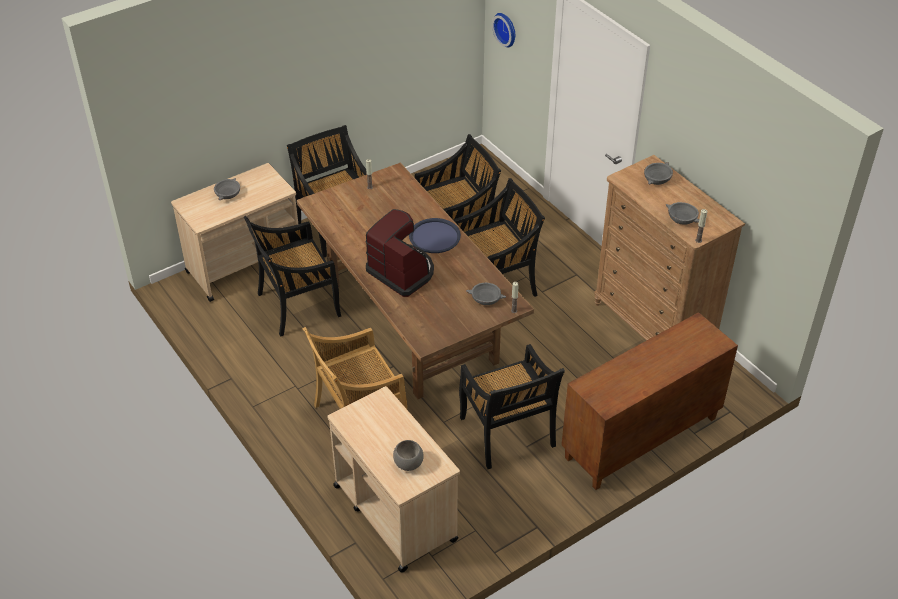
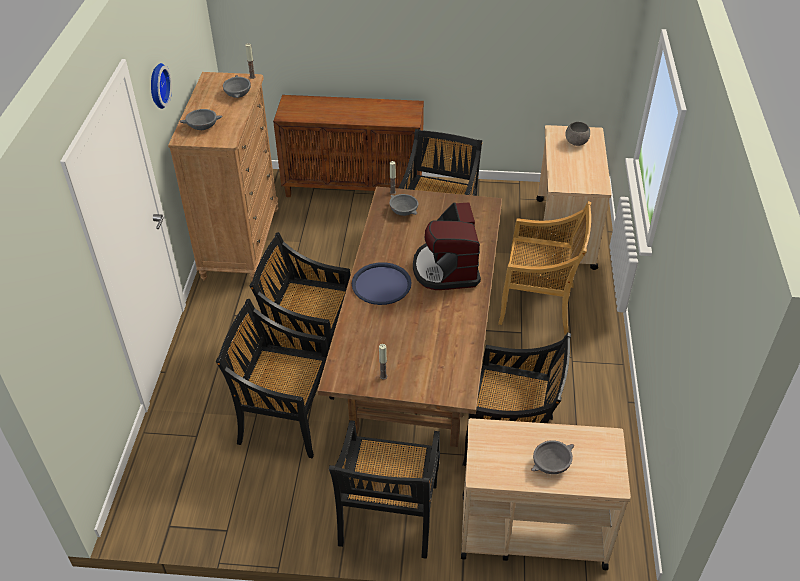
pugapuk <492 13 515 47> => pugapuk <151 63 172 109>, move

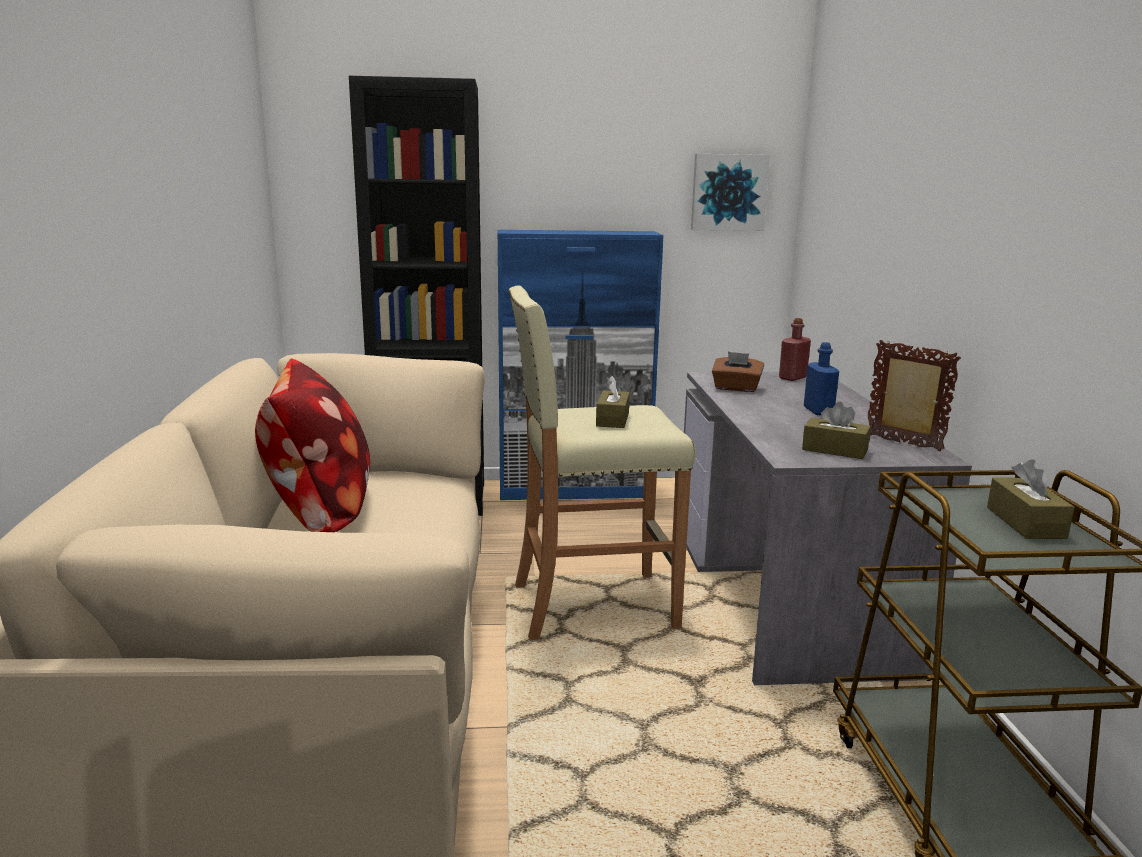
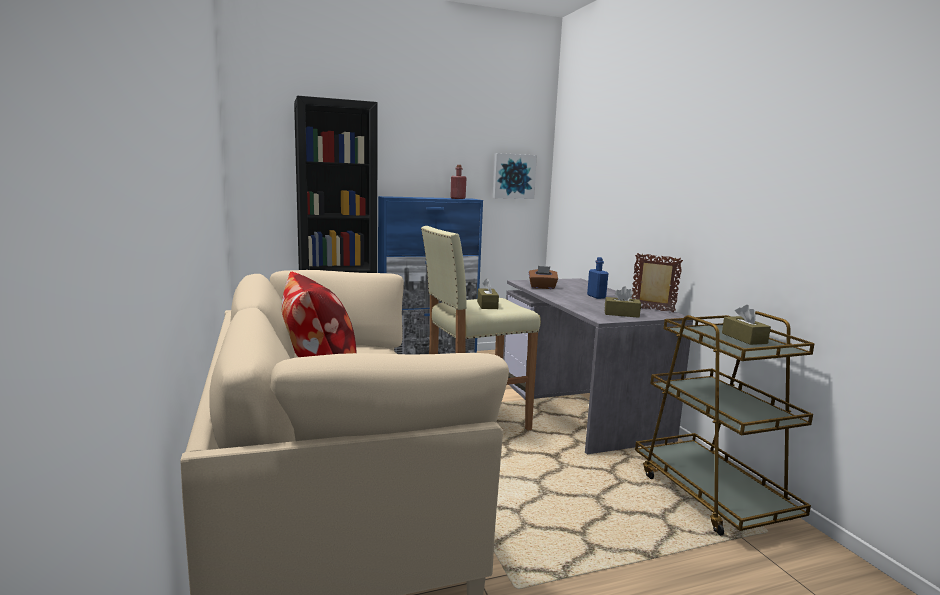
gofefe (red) <779 318 811 381> => gofefe (red) <451 165 466 199>, move

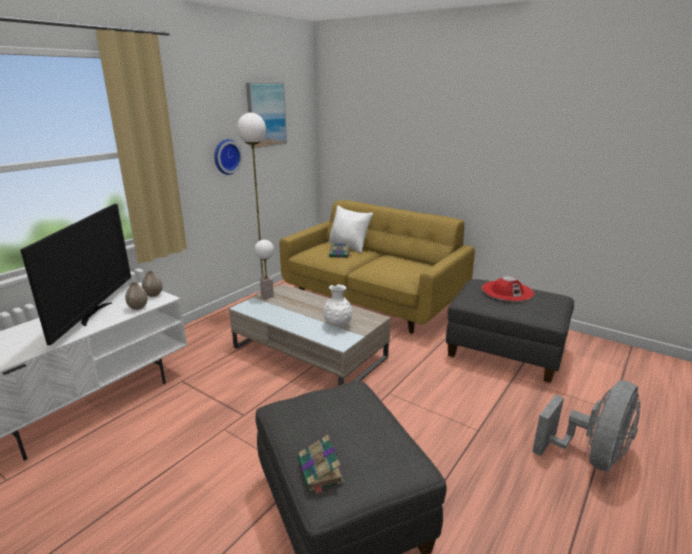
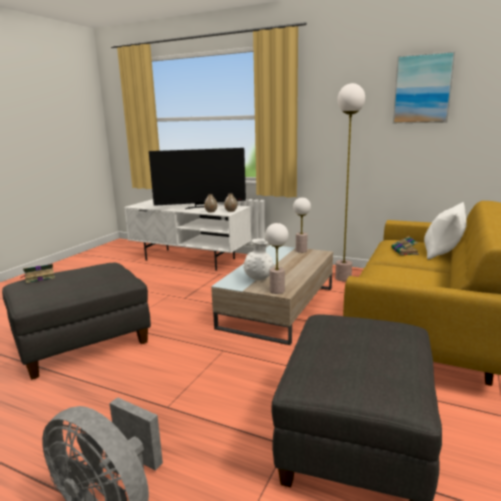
pugapuk <214 139 243 175> => nothing
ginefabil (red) <482 276 534 301> => nothing
nothing => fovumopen <265 223 289 294>

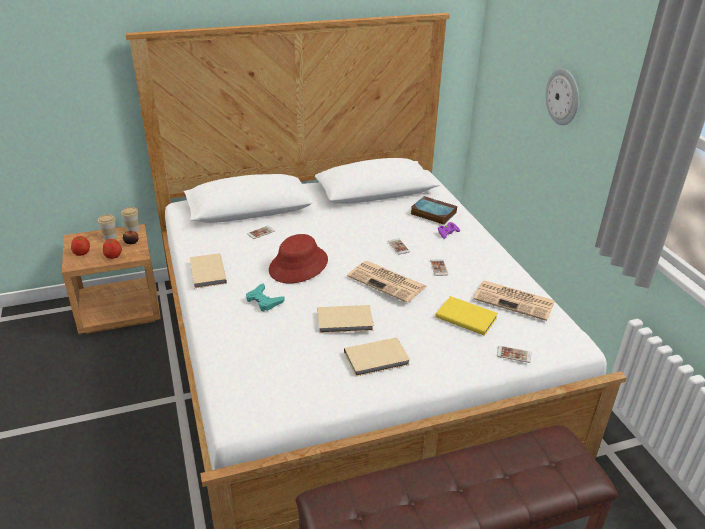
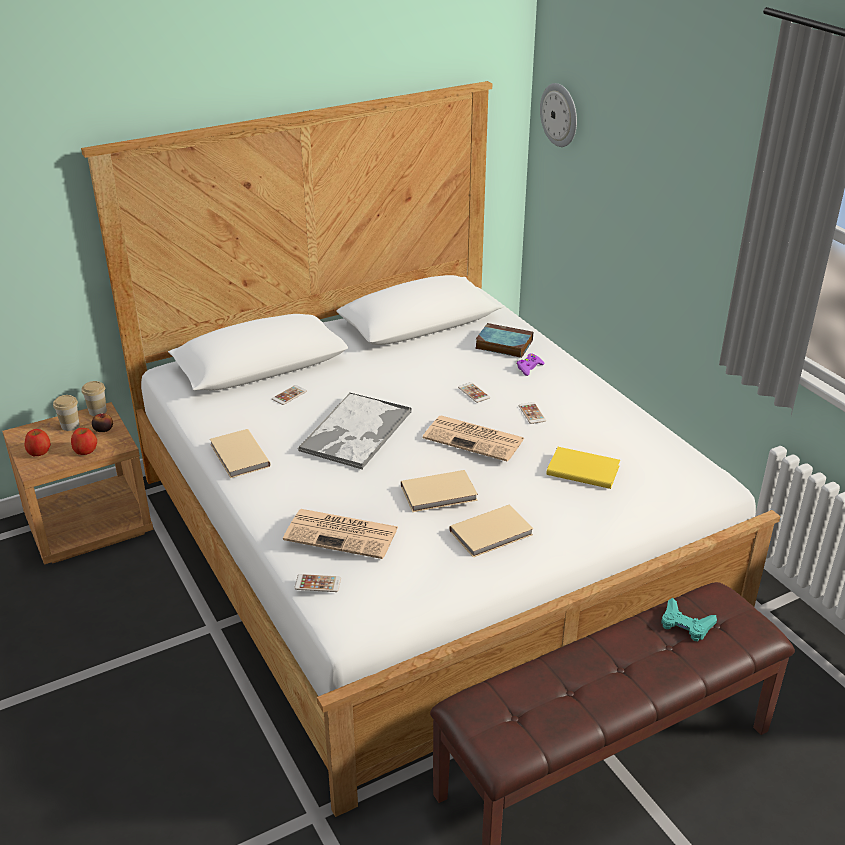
pugapuk <546 69 579 125> => pugapuk <540 83 577 147>, move
ginefabil (red) <269 234 328 283> => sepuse <298 392 411 470>
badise <473 281 555 321> => badise <283 509 398 559>, move
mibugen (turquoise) <246 284 285 311> => mibugen (turquoise) <661 598 717 641>, move
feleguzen <497 346 531 363> => feleguzen <294 574 341 592>, move

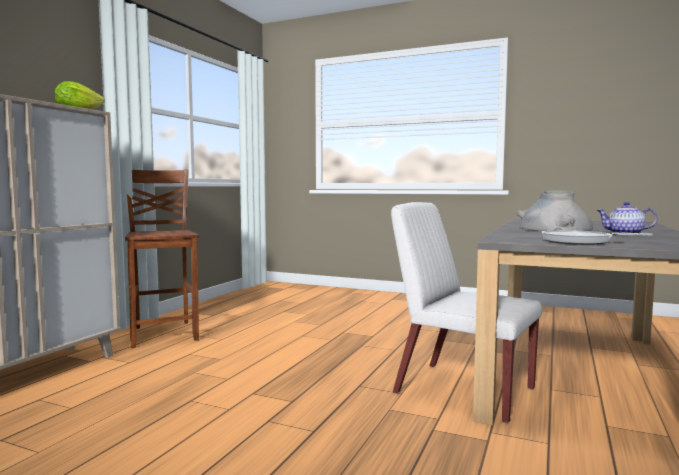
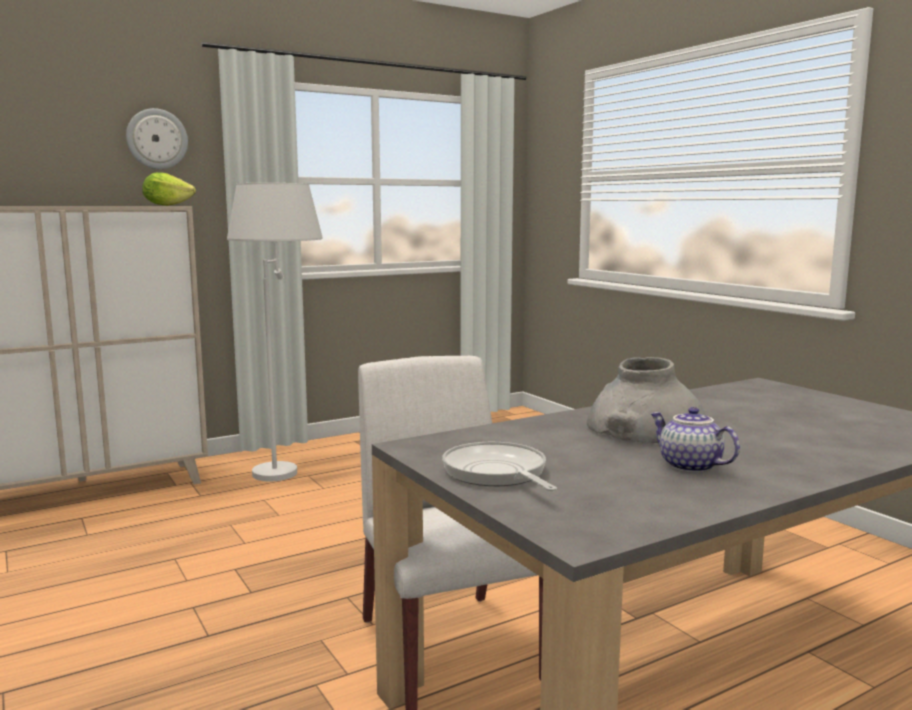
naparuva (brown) <125 169 199 348> => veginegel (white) <227 183 323 481>
nothing => pugapuk <126 108 188 169>

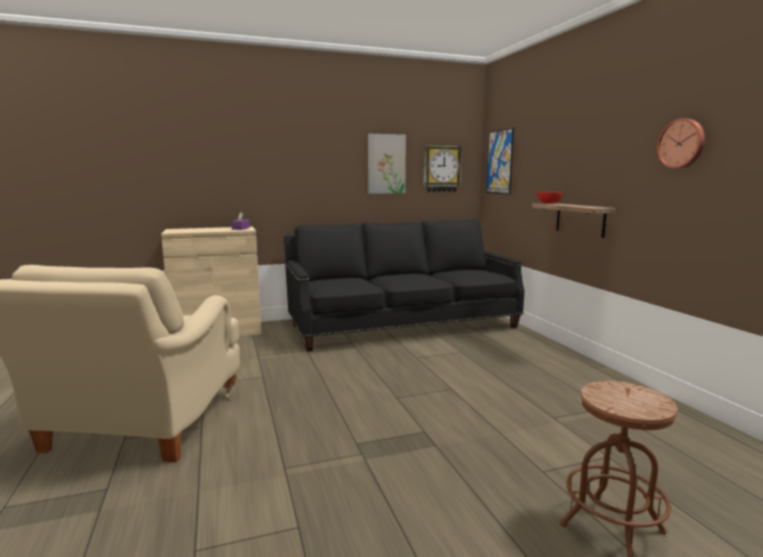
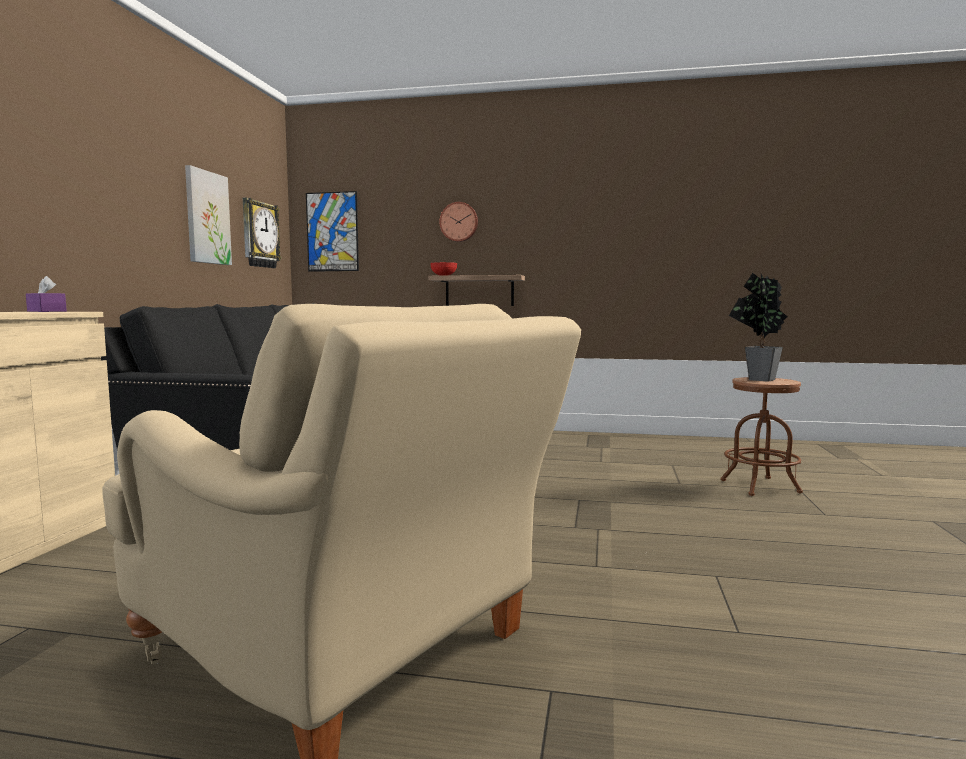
pugapuk <657 118 705 169> => pugapuk <439 202 478 242>, move
nothing => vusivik <729 273 787 382>

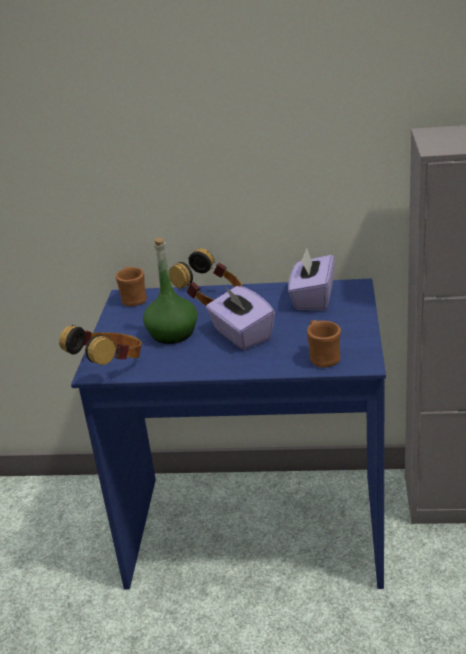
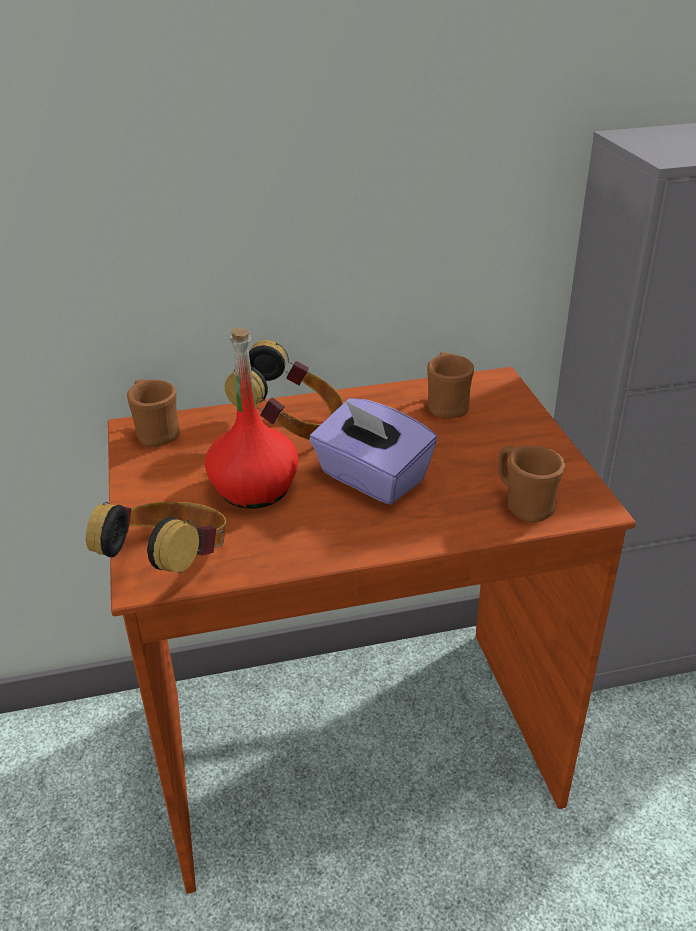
gofefe (green) <143 238 198 344> => gofefe (red) <205 328 298 509>
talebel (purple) <288 248 334 310> => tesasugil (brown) <427 352 474 418>
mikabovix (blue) <71 279 386 590> => mikabovix (brown) <108 367 636 894>

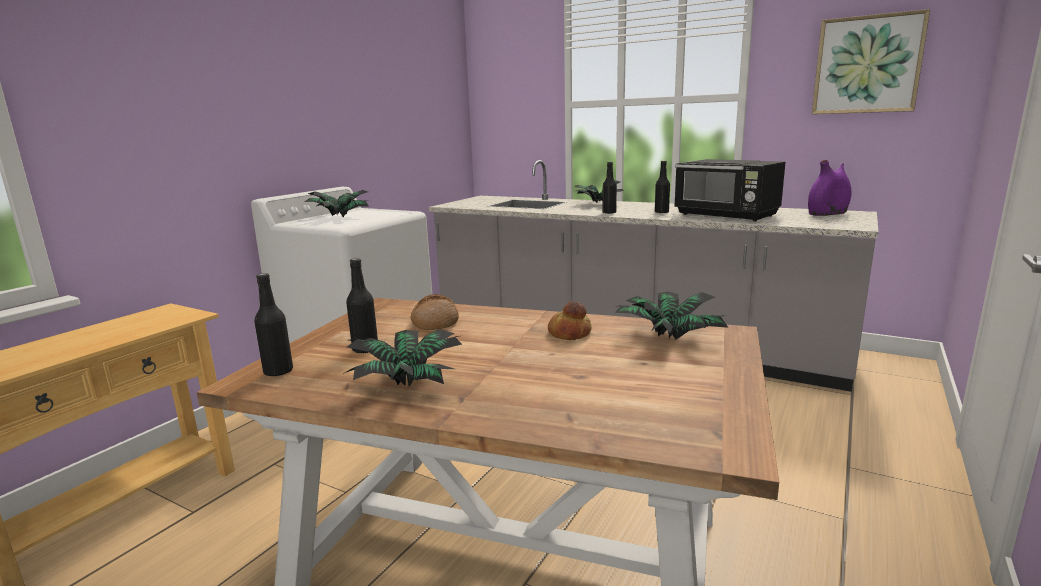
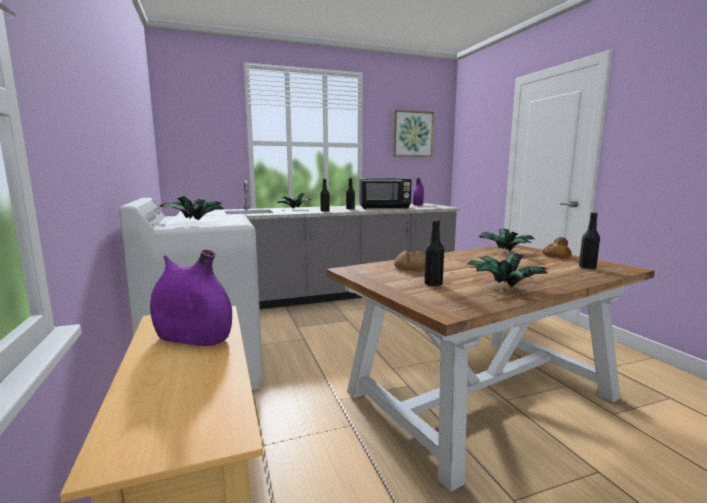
gofefe (black) <254 273 293 377> => gofefe (black) <579 212 600 269>, move
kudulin <548 301 592 340> => kudulin <543 237 572 258>, move
nothing => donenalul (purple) <150 249 232 346>

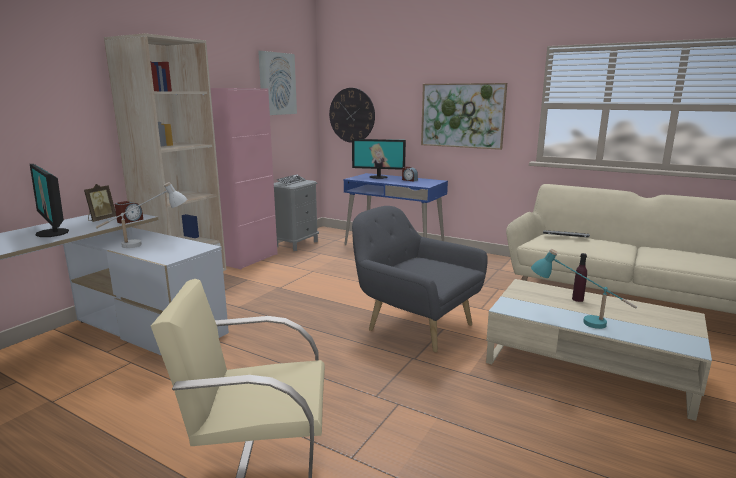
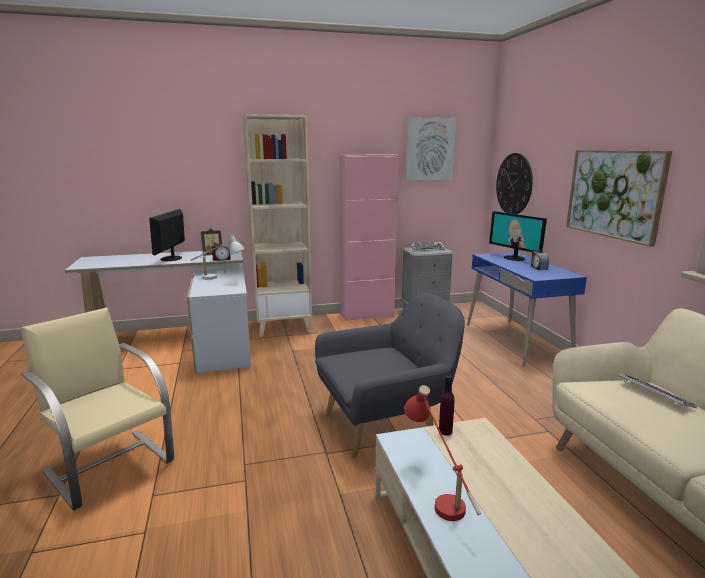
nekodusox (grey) <352 206 488 352> => nekodusox (grey) <315 293 465 458>, 75 degrees clockwise
fovumopen (turquoise) <531 249 637 329> => fovumopen (red) <404 385 481 521>
gofefe (purple) <572 253 587 302> => gofefe (purple) <439 375 454 435>, move

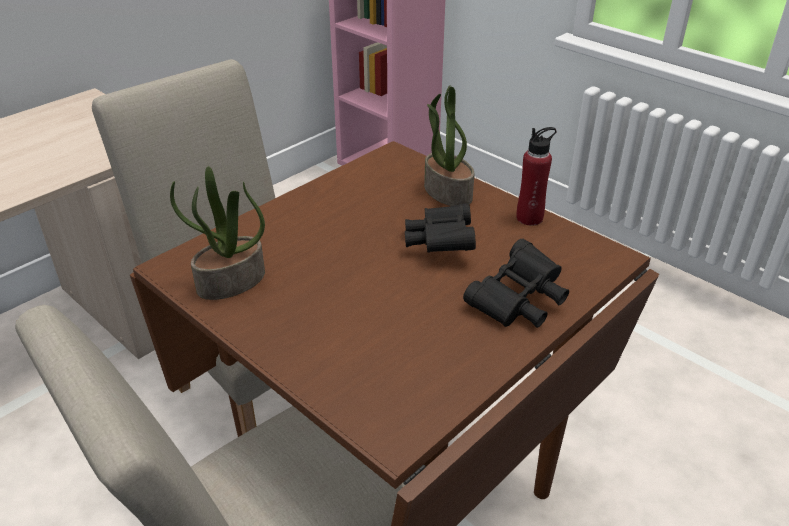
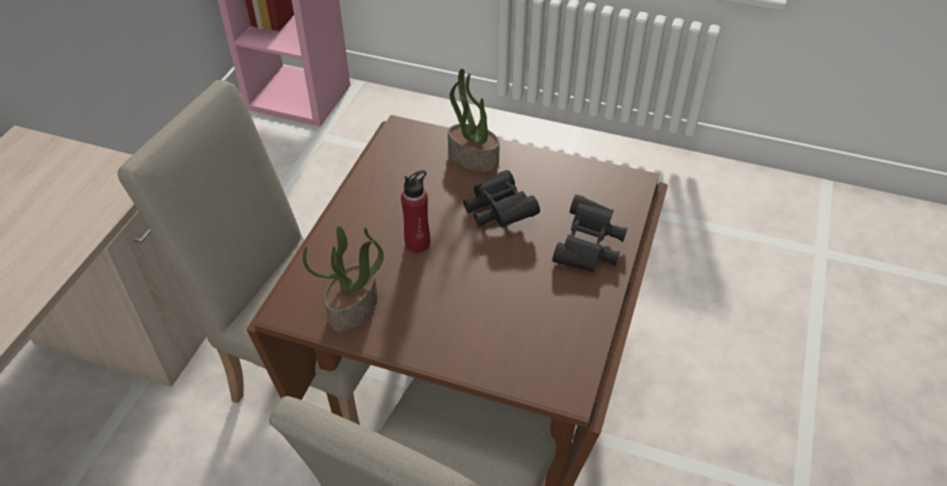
gofefe (red) <516 127 557 226> => gofefe (red) <401 170 430 253>, move

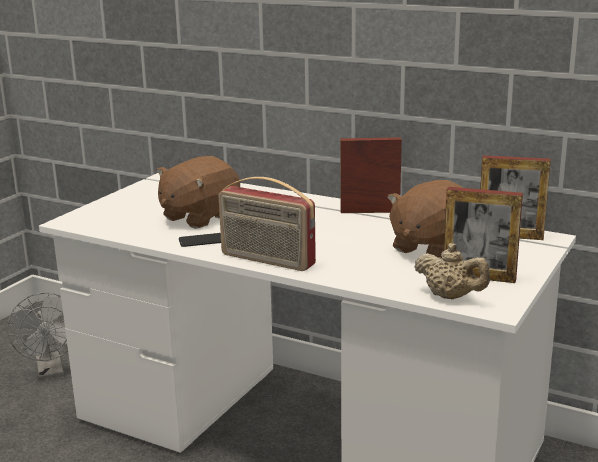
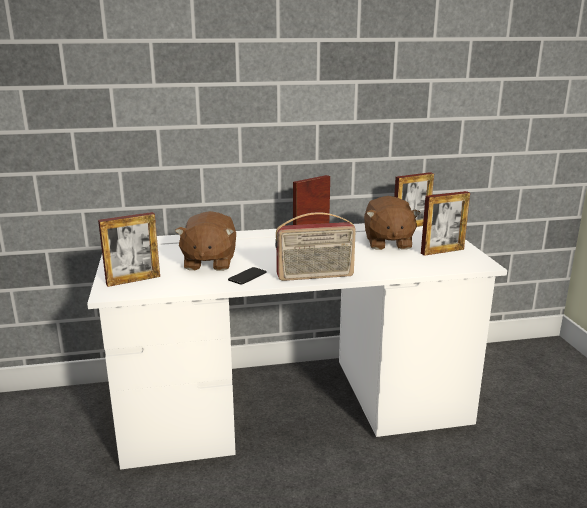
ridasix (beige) <414 243 490 299> => nothing
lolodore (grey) <7 292 68 379> => nothing
nothing => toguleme <98 212 160 287>

